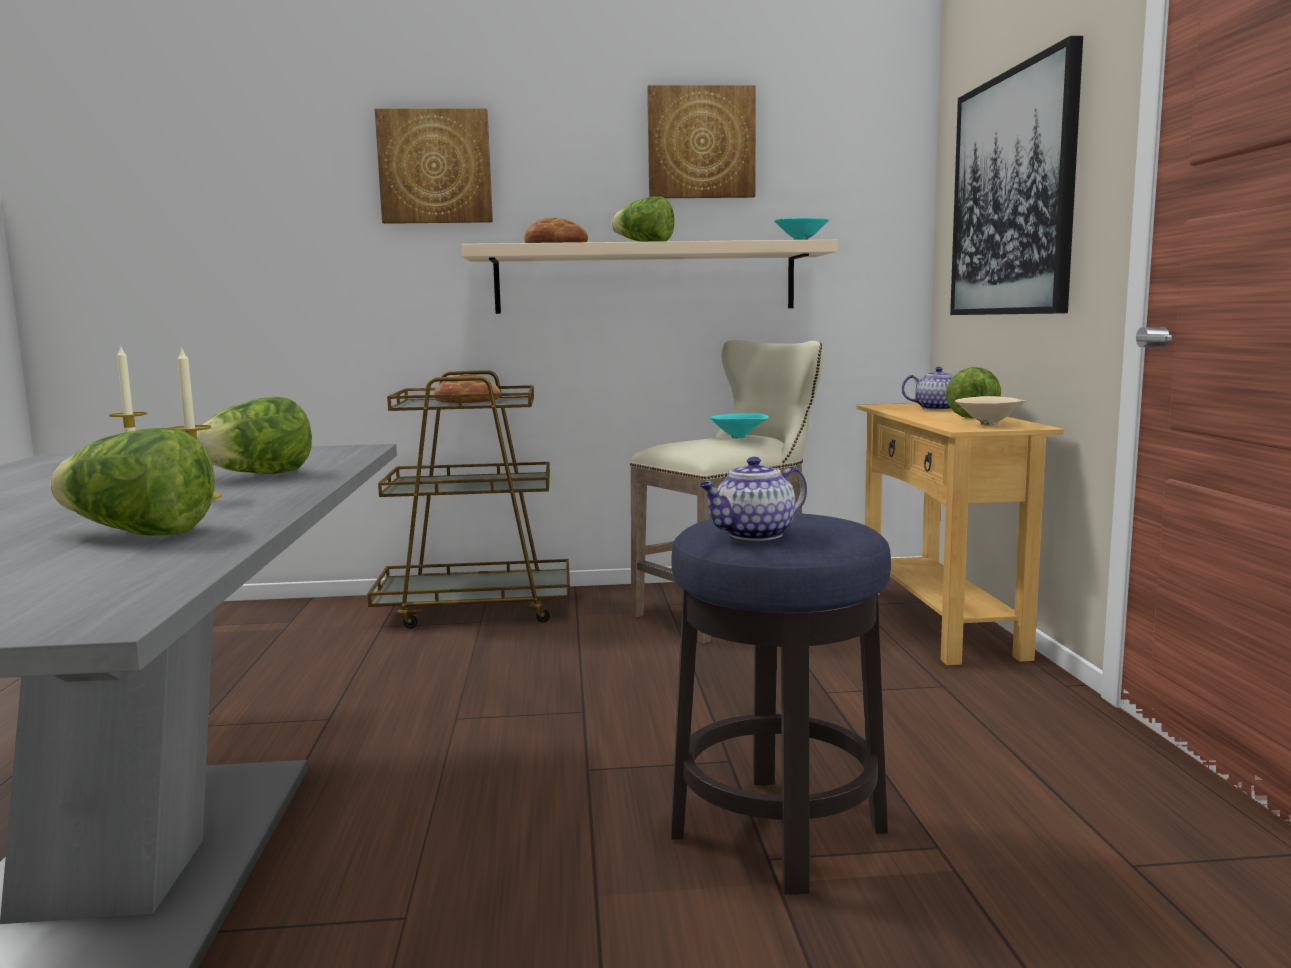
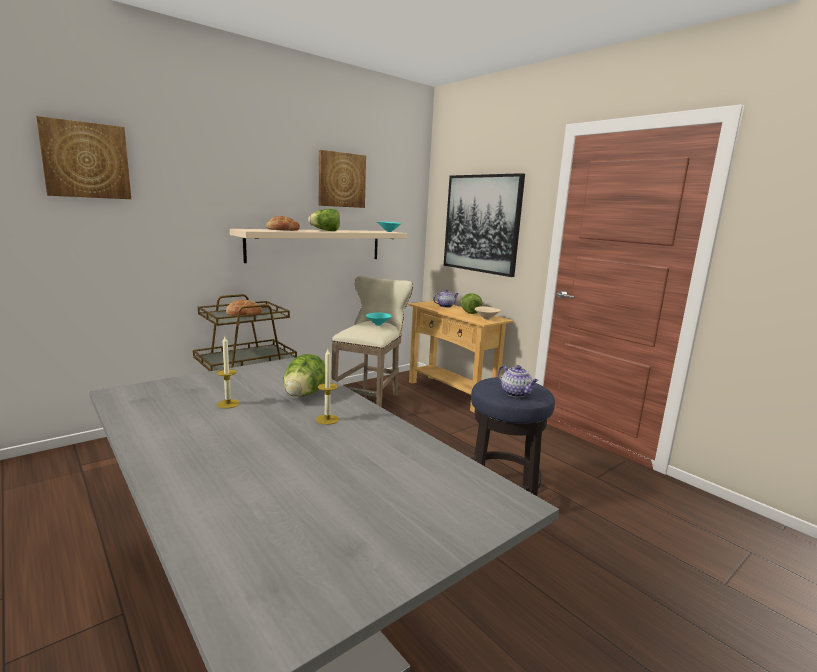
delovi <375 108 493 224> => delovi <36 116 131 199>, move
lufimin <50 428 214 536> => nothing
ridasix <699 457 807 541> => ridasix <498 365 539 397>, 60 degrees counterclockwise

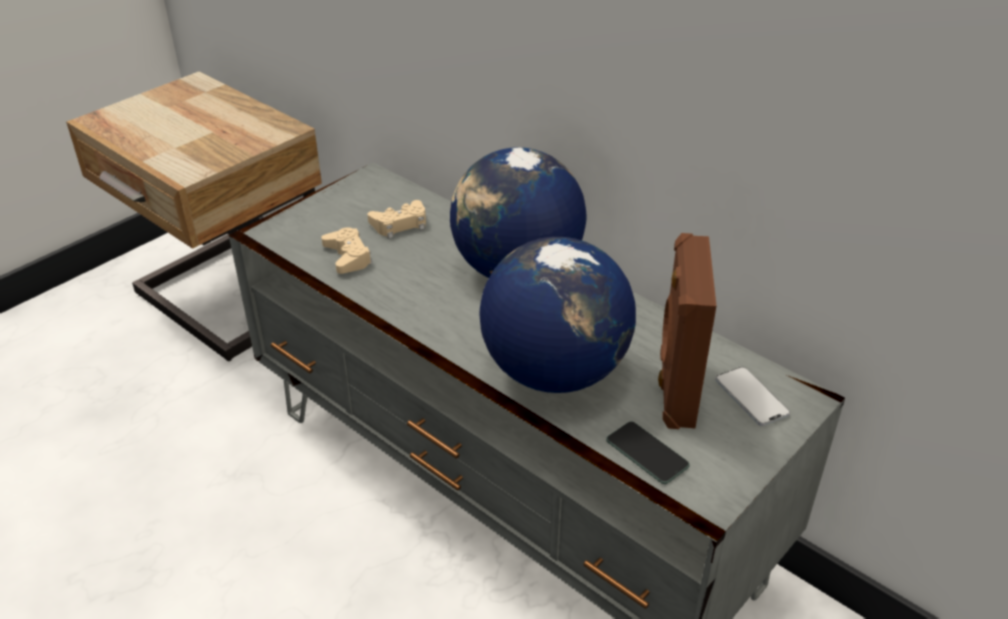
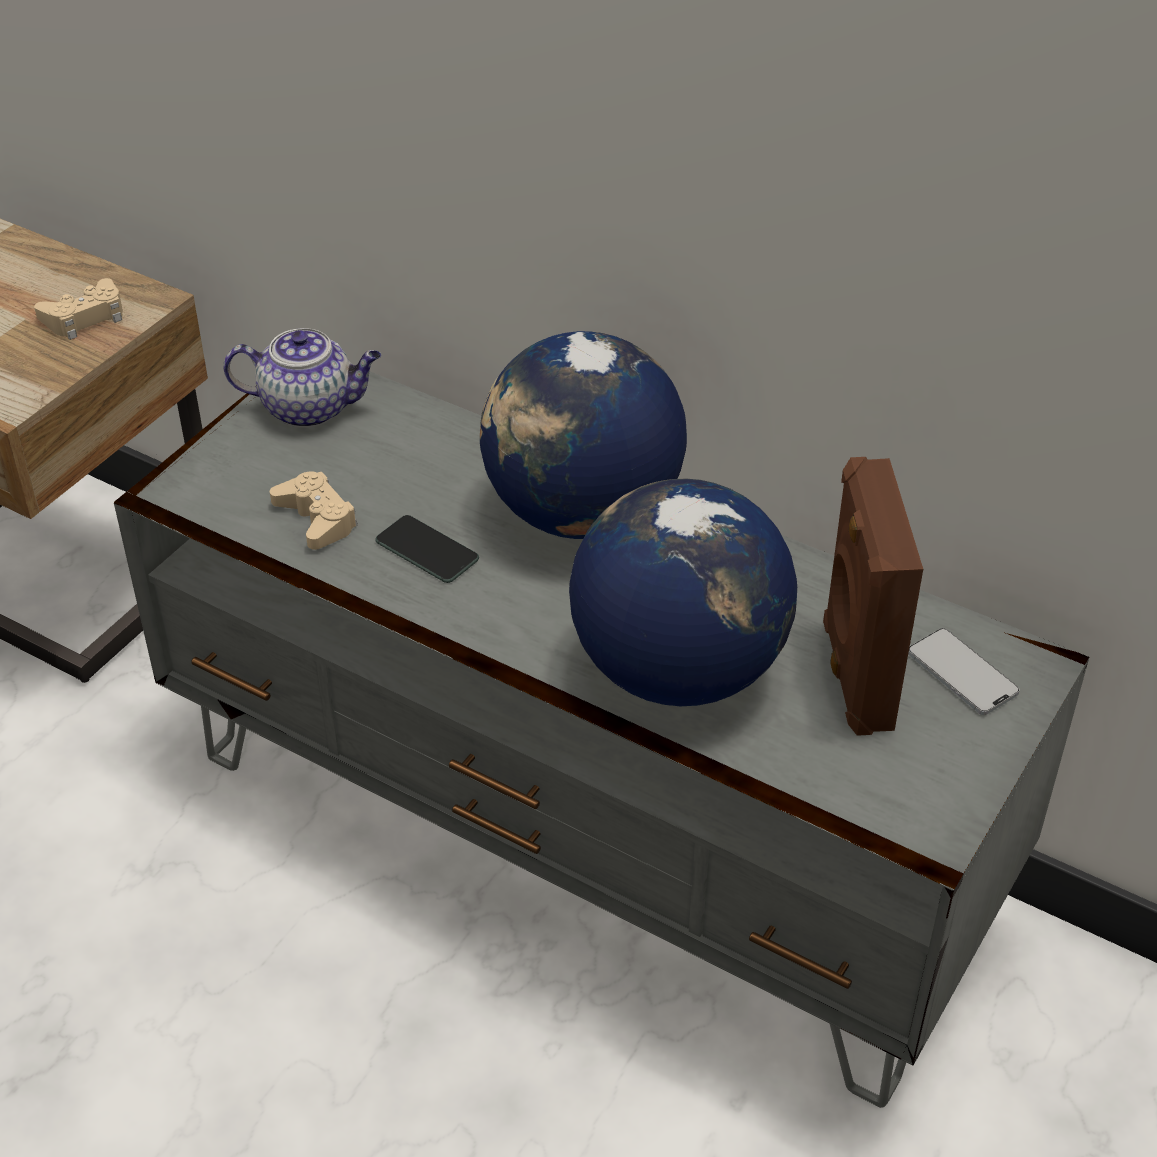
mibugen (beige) <367 200 426 239> => mibugen (beige) <34 278 123 340>, move
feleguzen <606 422 690 484> => feleguzen <375 515 479 583>, move
nothing => ridasix <223 328 381 428>

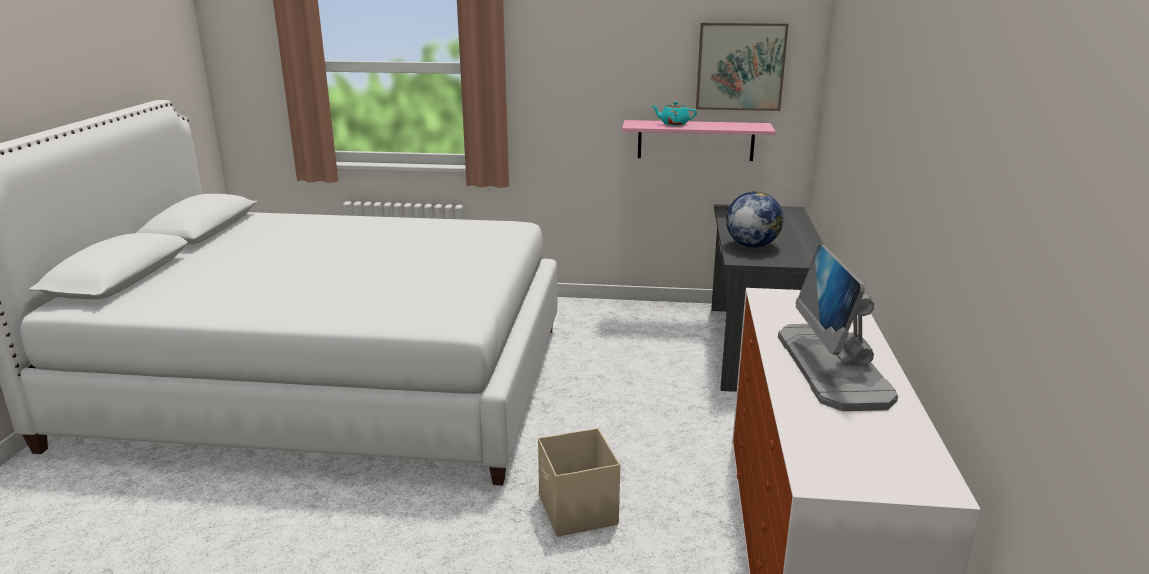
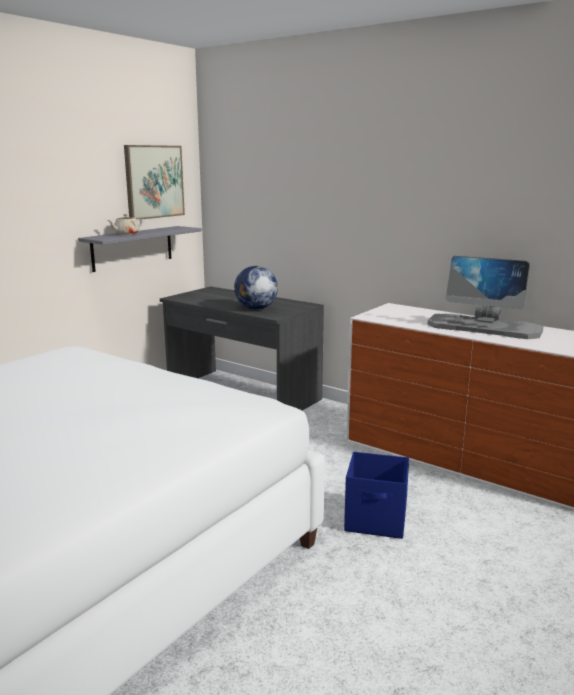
ridasix (turquoise) <652 102 697 126> => ridasix (beige) <108 214 143 235>
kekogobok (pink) <622 120 776 161> => kekogobok (grey) <78 226 202 272>
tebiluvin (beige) <538 428 620 537> => tebiluvin (blue) <344 452 409 539>

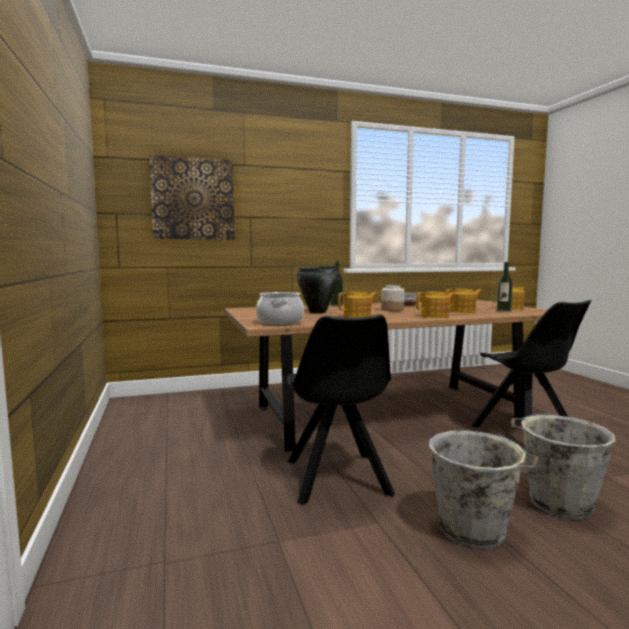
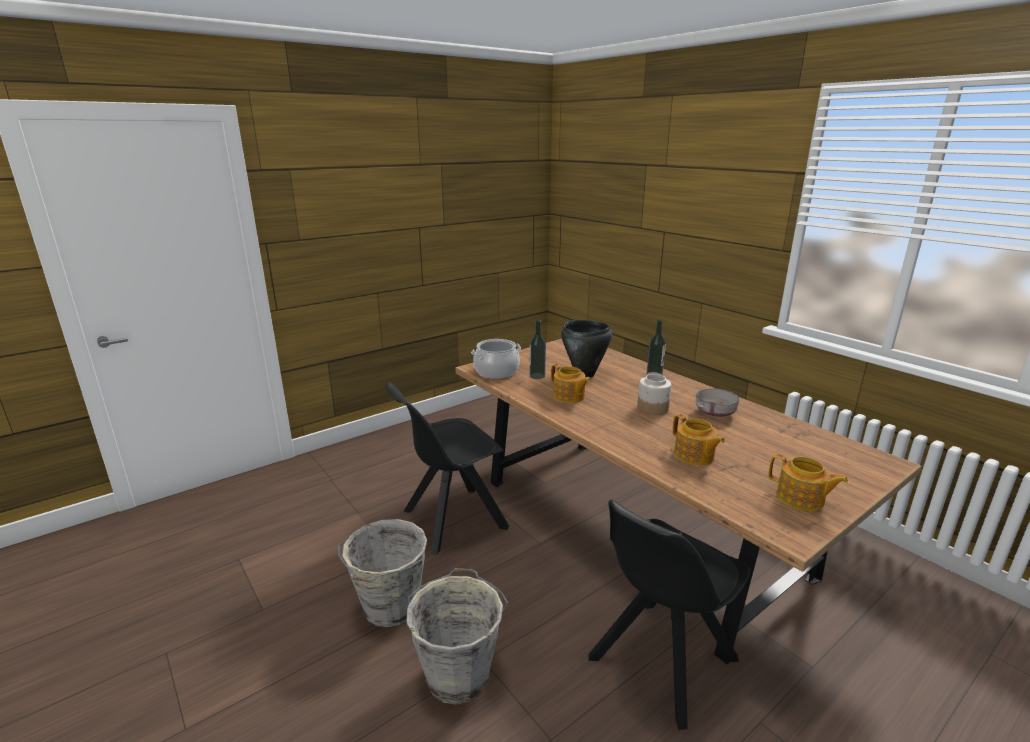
delovi <149 155 235 240> => nothing
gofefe <497 262 513 312> => gofefe <530 320 546 379>, move
ridasix <416 291 455 318> => nothing

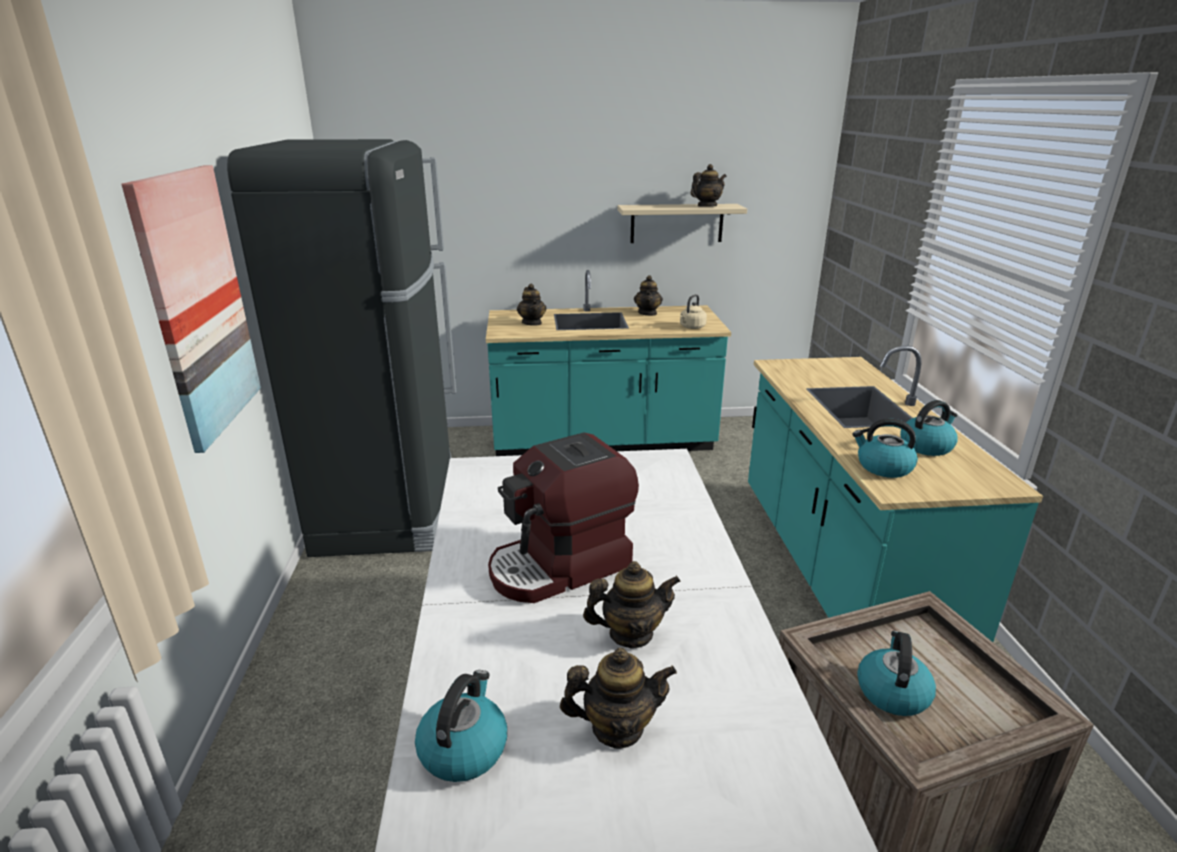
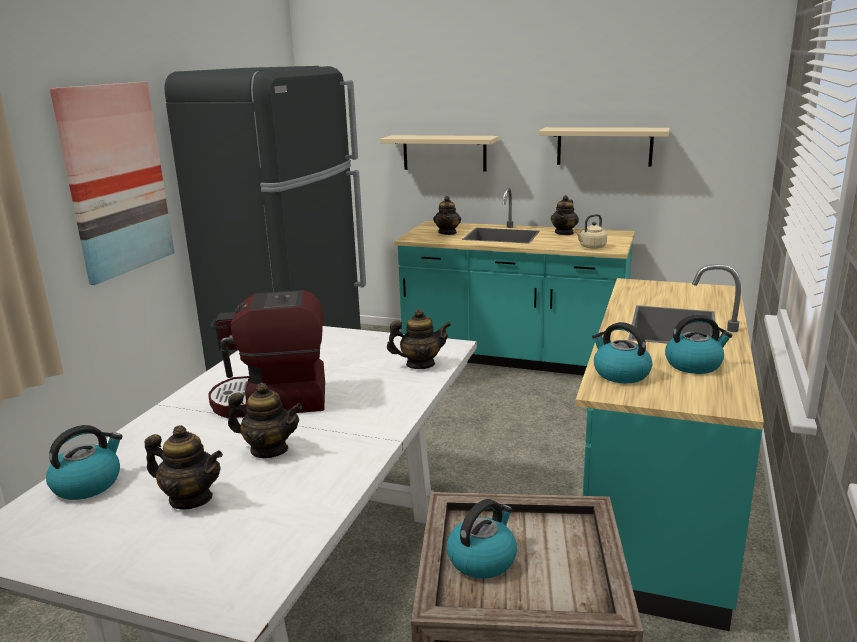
ridasix <691 164 726 207> => ridasix <387 309 451 369>, move
nothing => kekogobok (beige) <380 135 499 172>

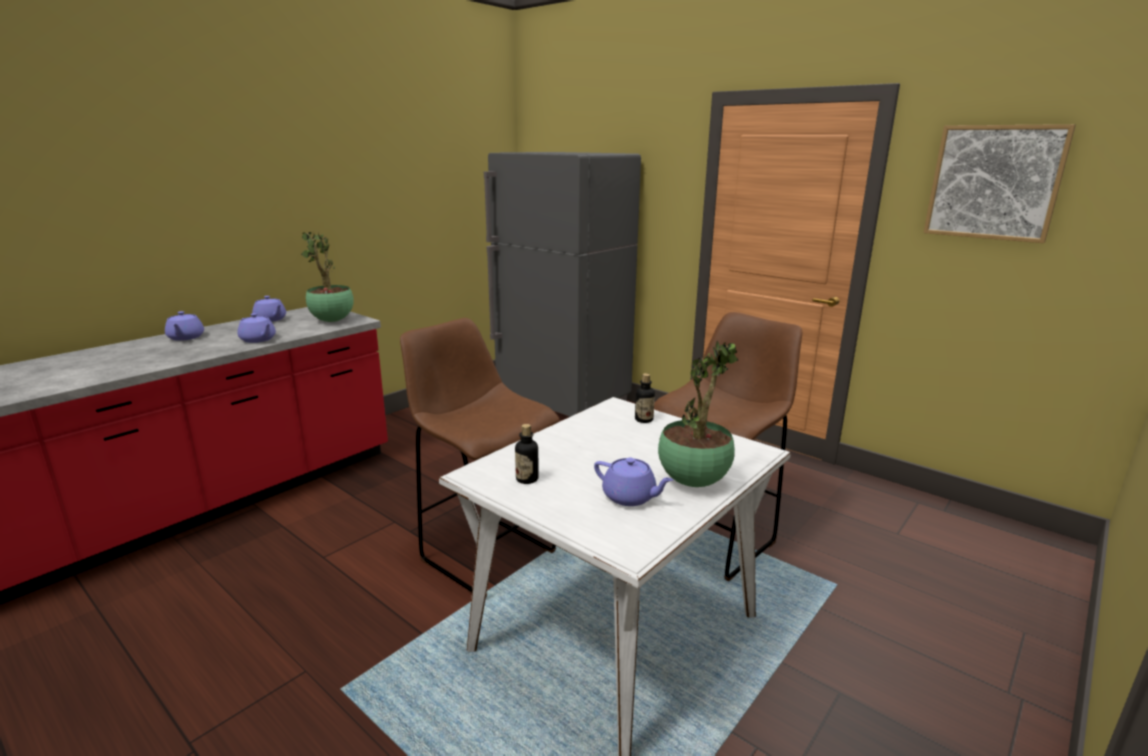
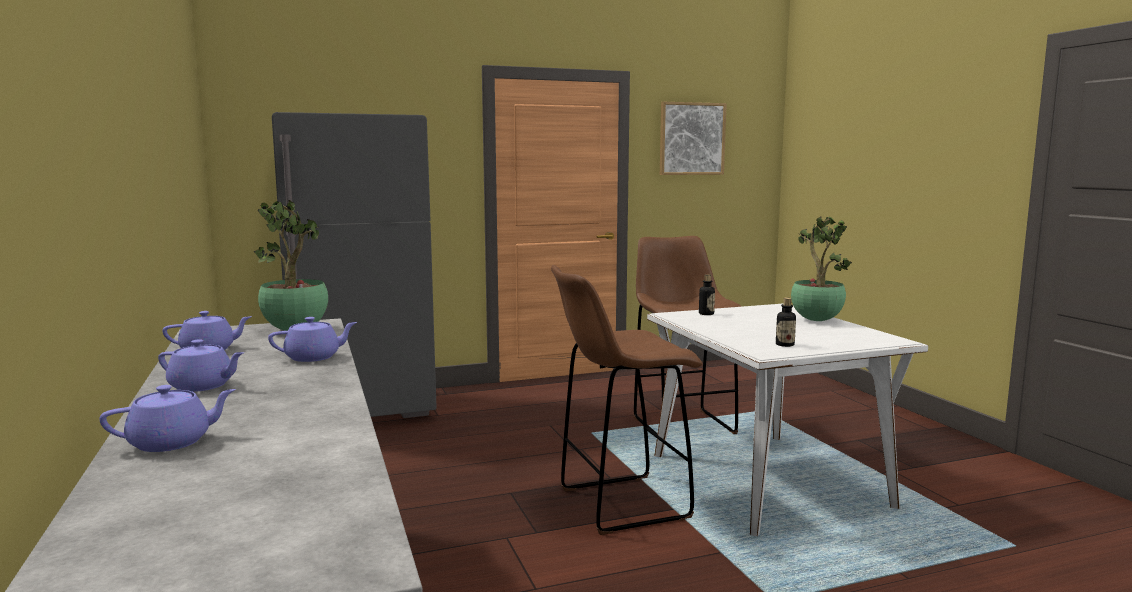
ridasix (purple) <594 458 673 506> => ridasix (purple) <99 385 236 452>, move

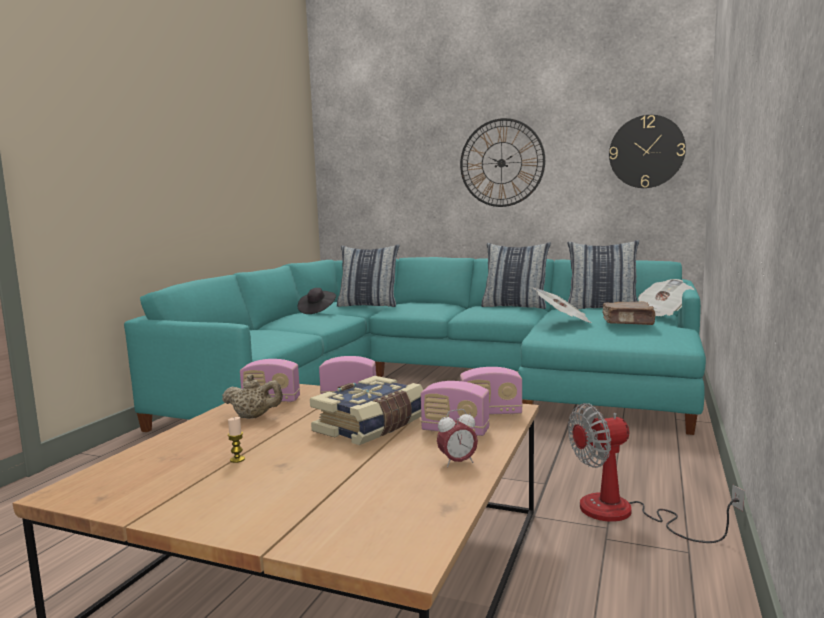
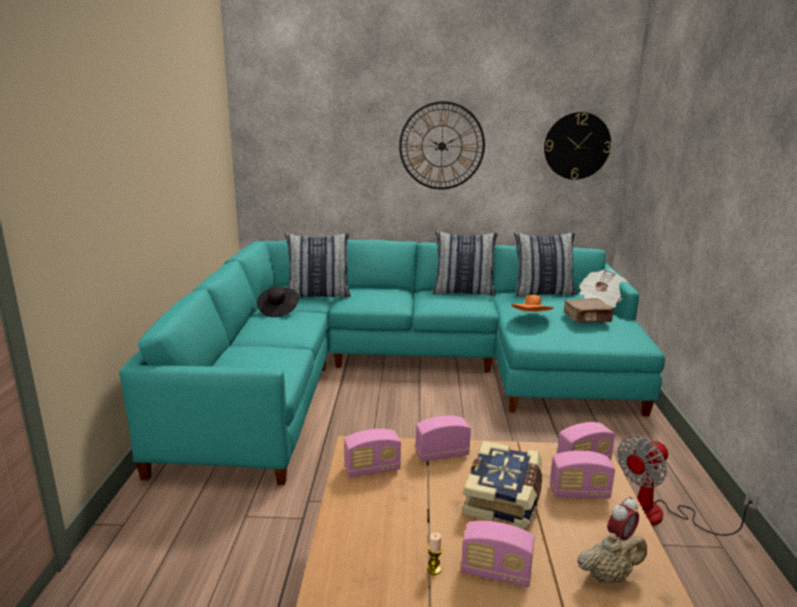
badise <534 288 591 323> => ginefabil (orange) <511 295 554 312>
ridasix (beige) <222 374 283 419> => ridasix (beige) <577 533 647 583>, move
nothing => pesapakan <461 521 535 587>

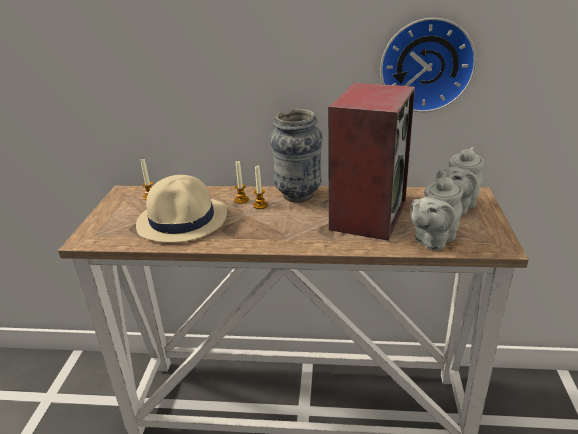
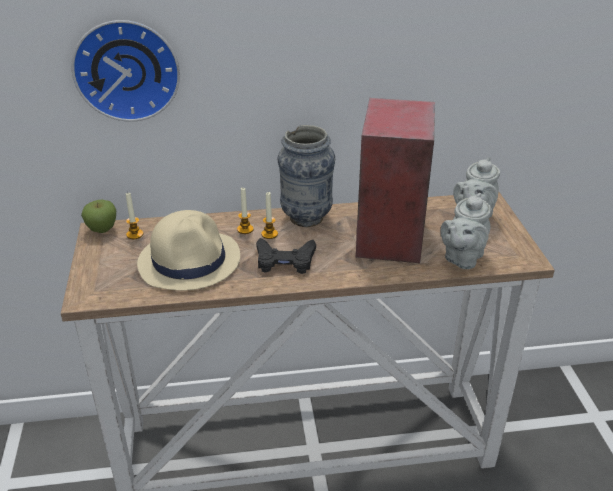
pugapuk <380 18 476 112> => pugapuk <72 20 180 122>, move
nothing => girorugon <81 199 116 233>
nothing => mibugen (black) <256 238 316 274>

